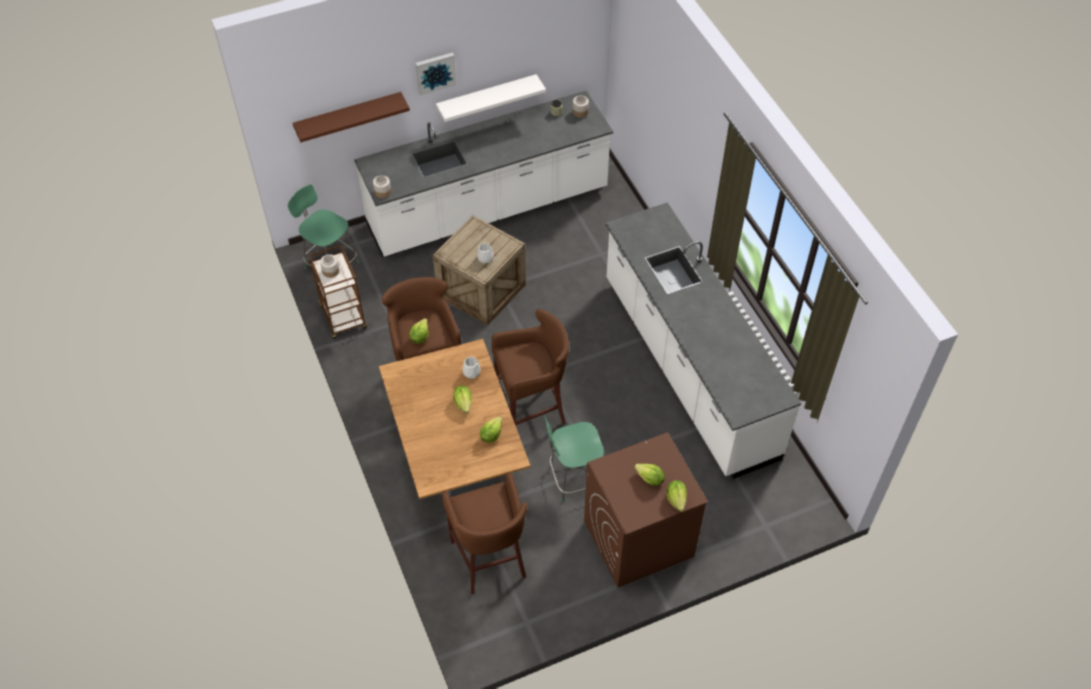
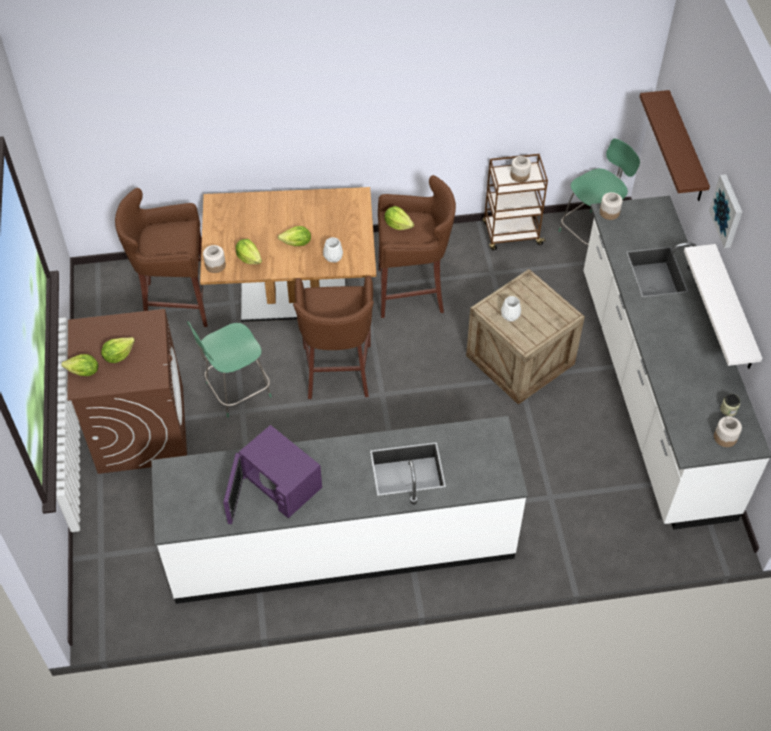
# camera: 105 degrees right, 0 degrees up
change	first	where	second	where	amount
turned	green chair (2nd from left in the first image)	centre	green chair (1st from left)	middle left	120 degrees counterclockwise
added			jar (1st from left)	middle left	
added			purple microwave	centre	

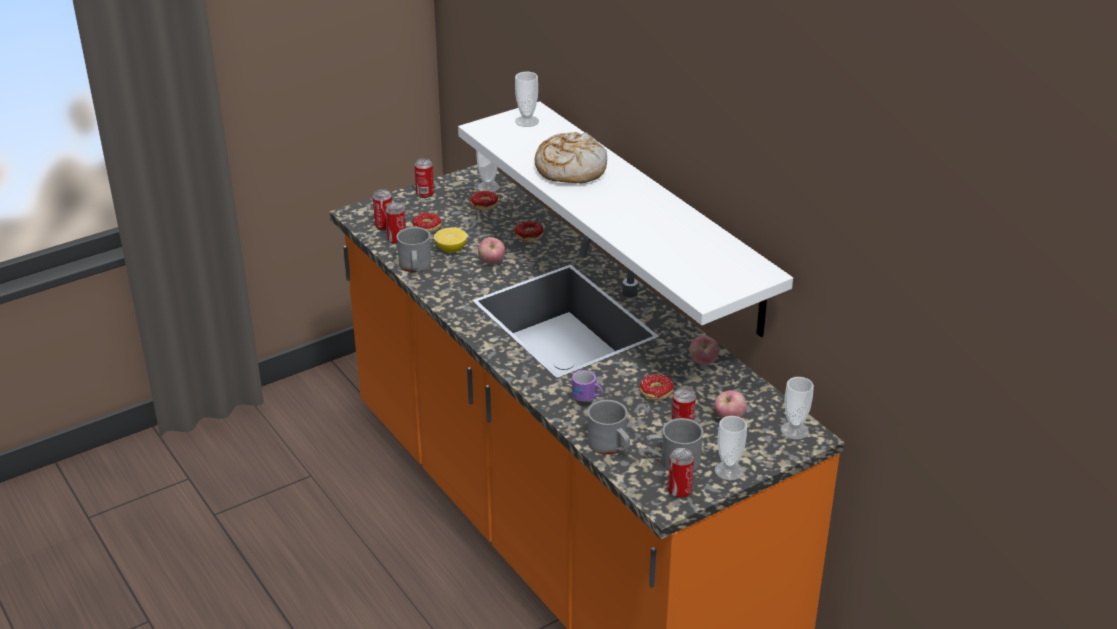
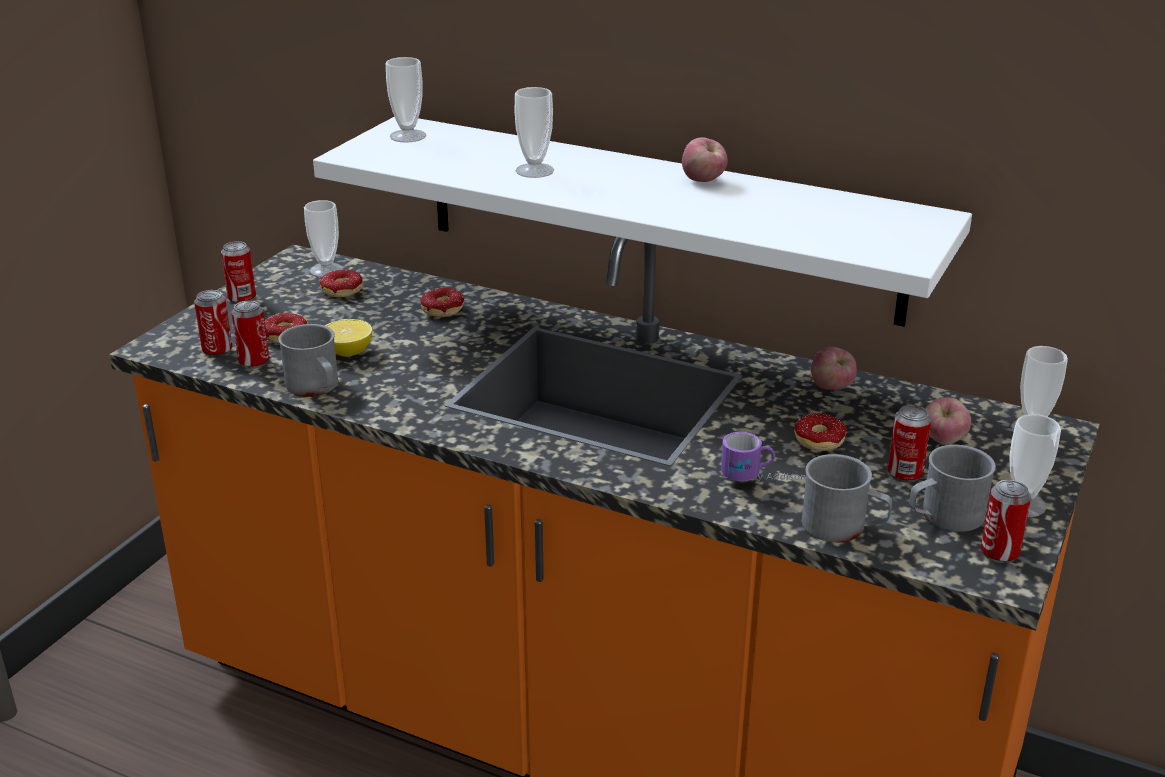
# camera: 30 degrees left, 5 degrees down
change	first	where	second	where	amount
replaced	bread	top centre	cup (3rd from left)	top centre	
moved	apple (1st from left)	centre		top centre	

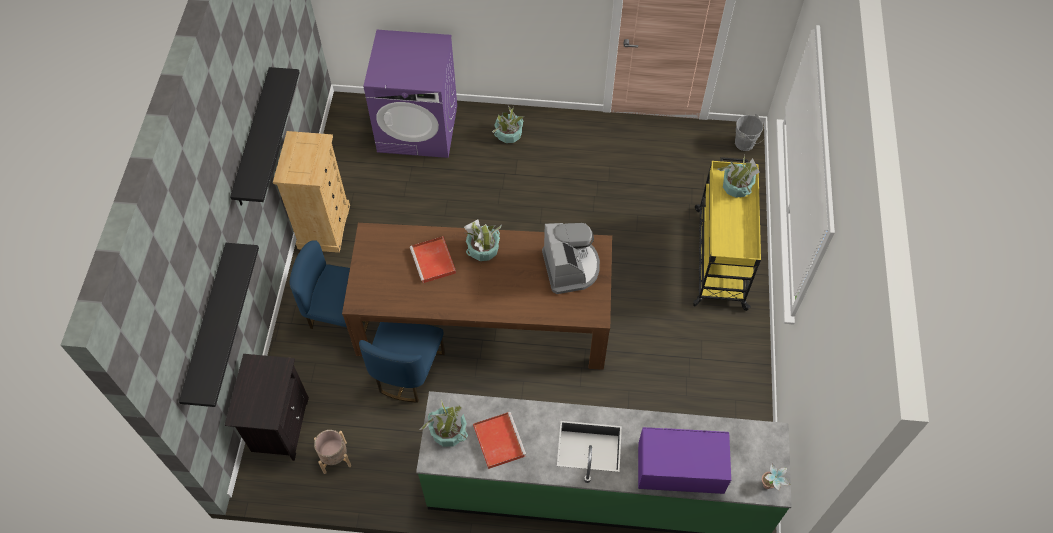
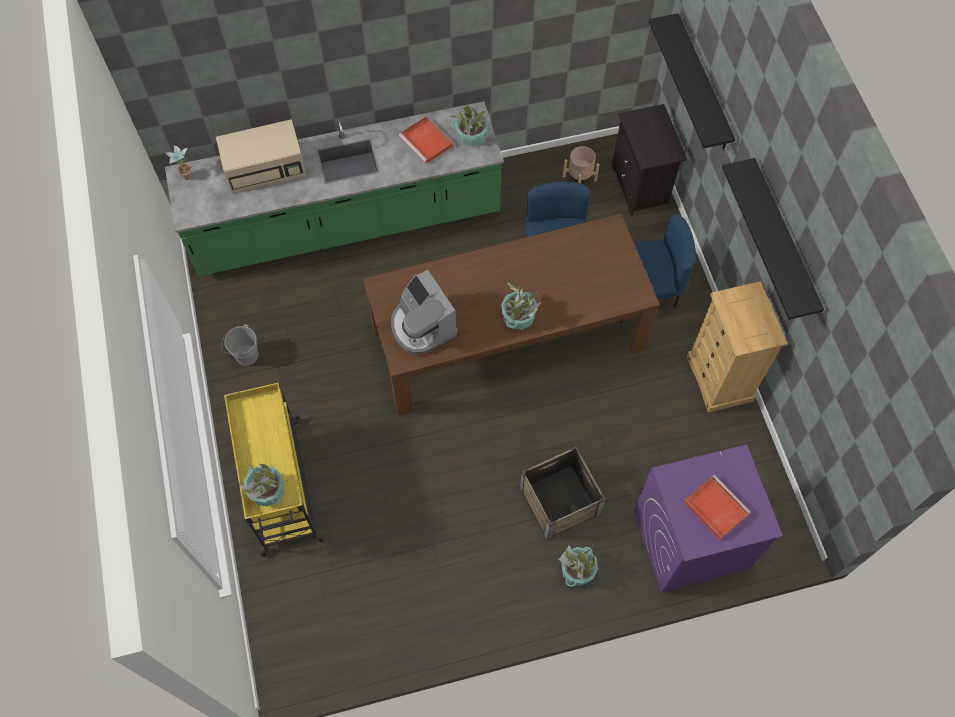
# camera: 160 degrees right, 5 degrees up
change	first	where	second	where	amount
recoloured	purple microwave	bottom centre	beige microwave	top left	
moved	grey bucket	top right		middle left	
added			crate	bottom centre	
moved	red tray (1st from left in the first image)	centre	red tray (2nd from left)	bottom right	

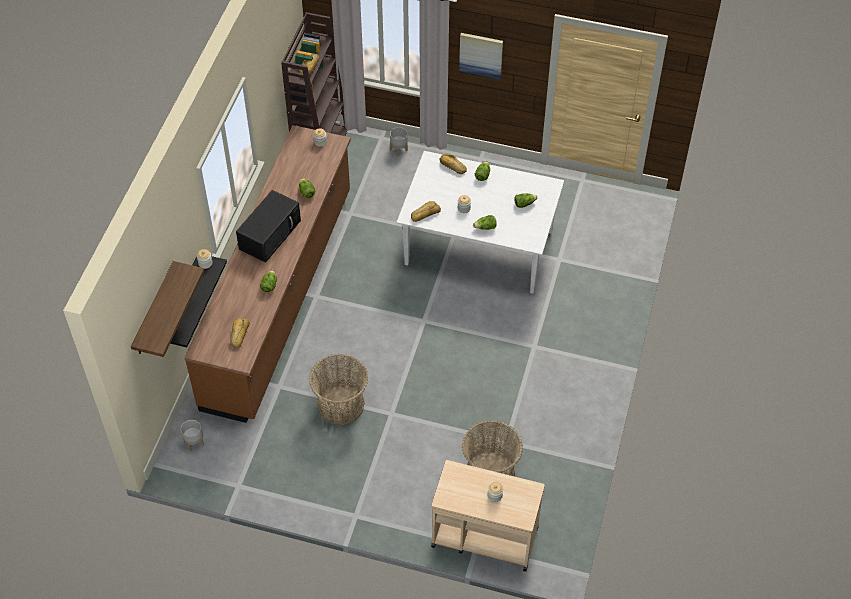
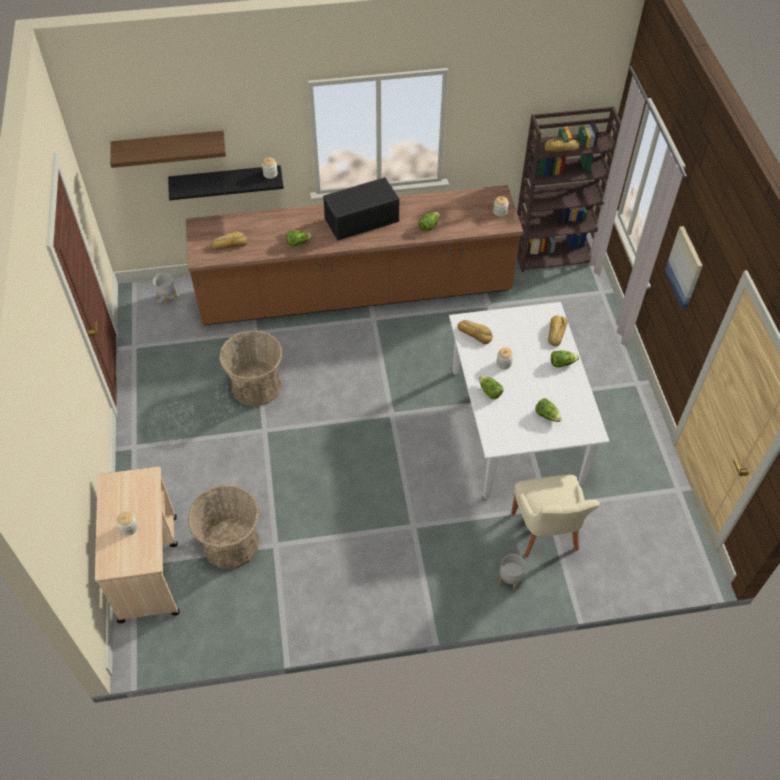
# camera: 65 degrees right, 0 degrees up
change	first	where	second	where	amount
turned	black microwave	middle left		top centre	150 degrees clockwise
moved	grey planter (2nd from left)	top centre		bottom centre	
added			beige chair	middle right	

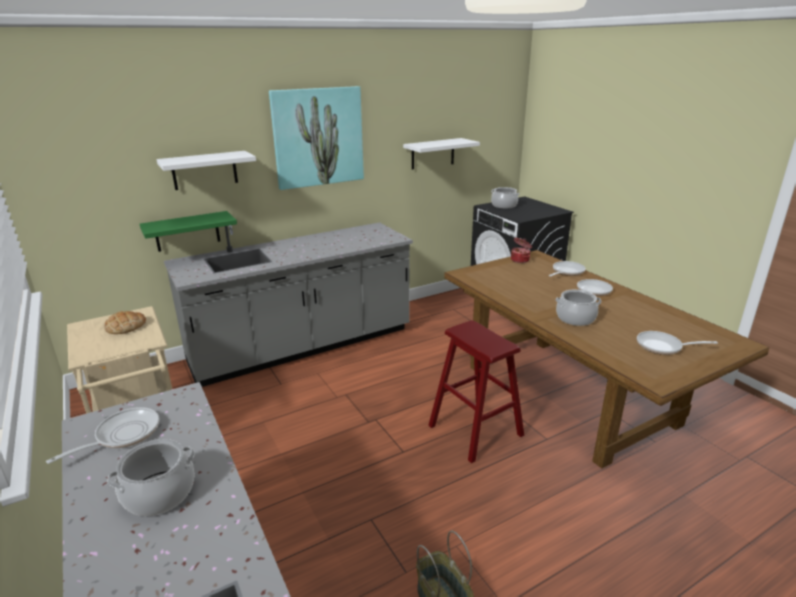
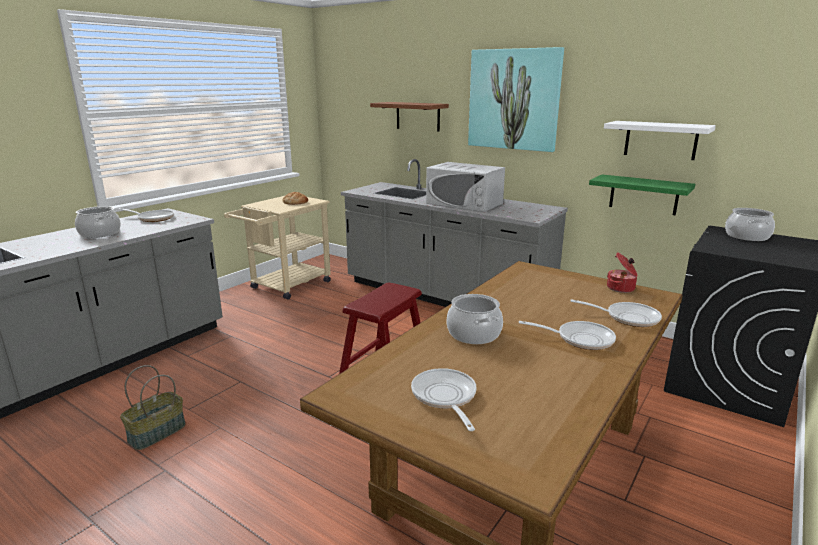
# camera: 65 degrees right, 5 degrees down
change	first	where	second	where	amount
recoloured	white shelf (1st from left)	top left	brown shelf	top centre	
added			white microwave	centre	
moved	green shelf	middle left		middle right	

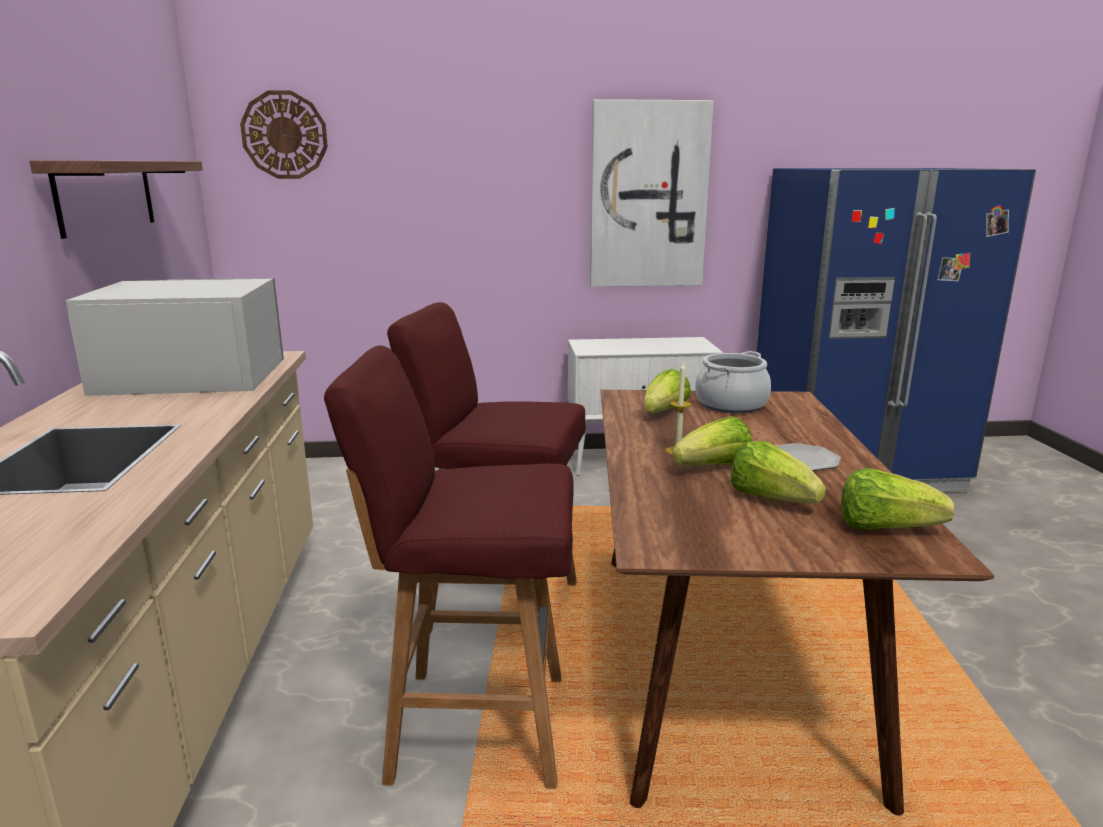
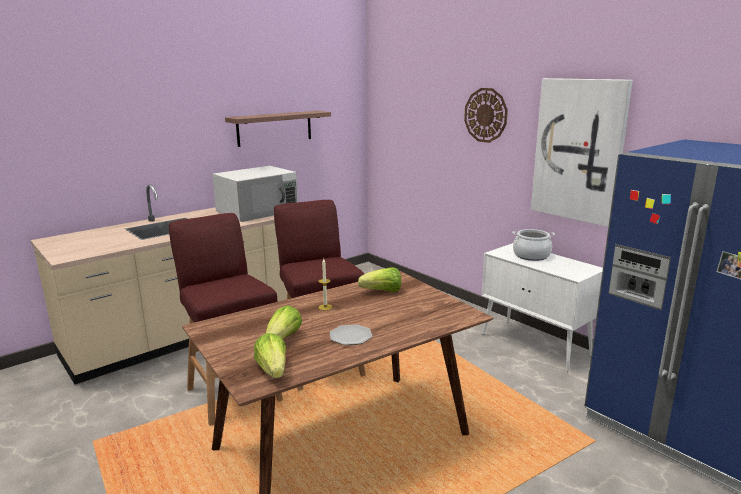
# camera: 55 degrees right, 0 degrees up
change	first	where	second	where	amount
turned	white microwave	middle left		centre	90 degrees clockwise
moved	wall clock	top left		top centre	
moved	cooking pot	centre		middle right	
removed	lettuce (2nd from left)	centre			

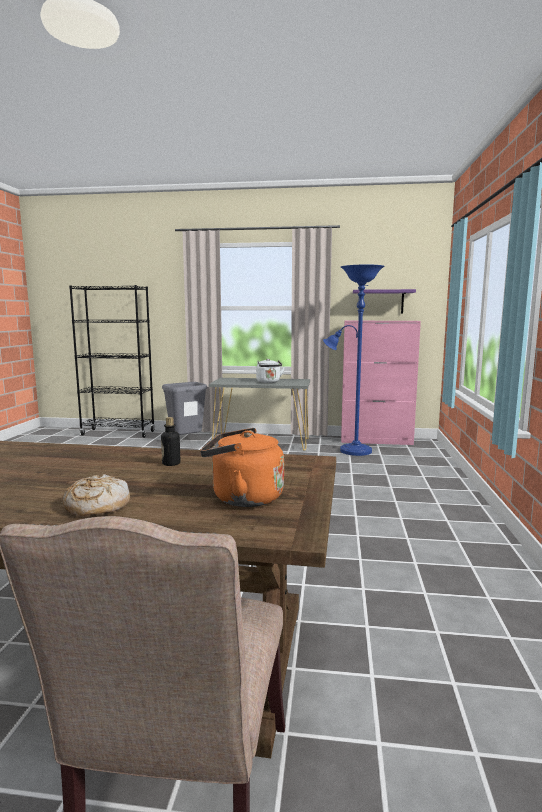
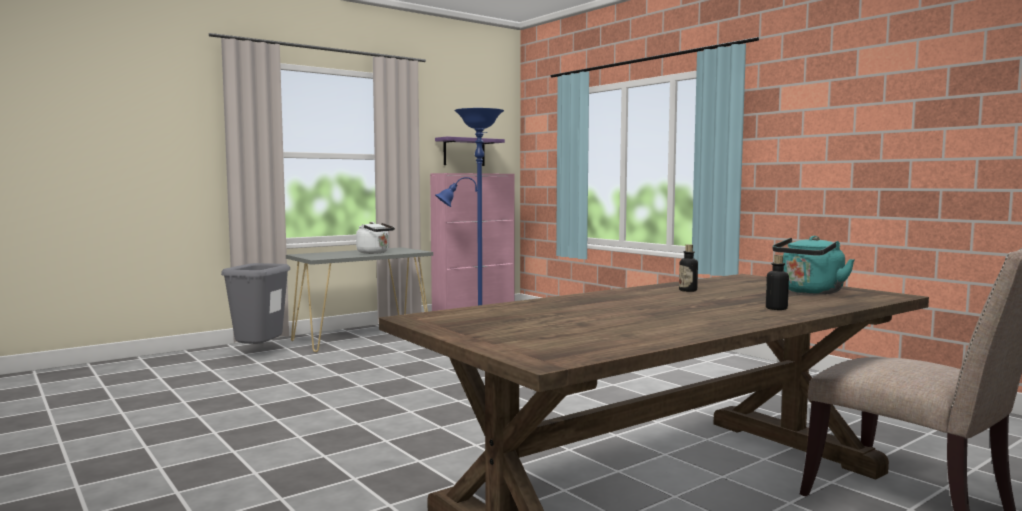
# camera: 45 degrees left, 5 degrees down
change	first	where	second	where	amount
replaced	bread	middle left	bottle (2nd from left)	middle right	
recoloured	orange kettle	centre	turquoise kettle	middle right	
removed	black bookcase	middle left			

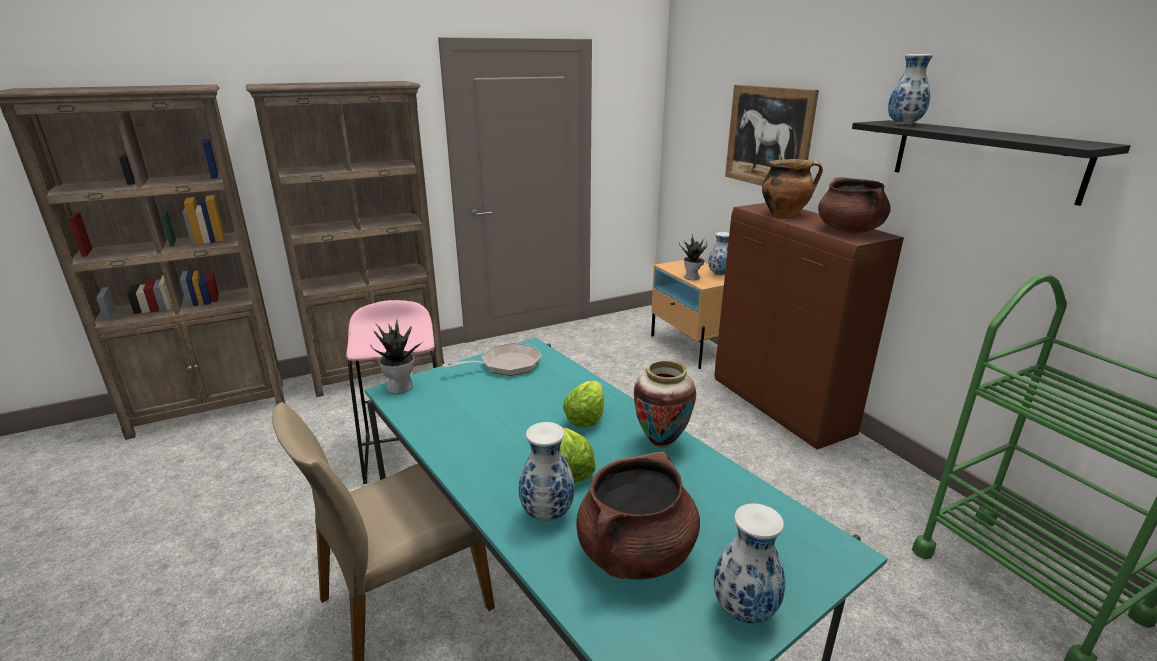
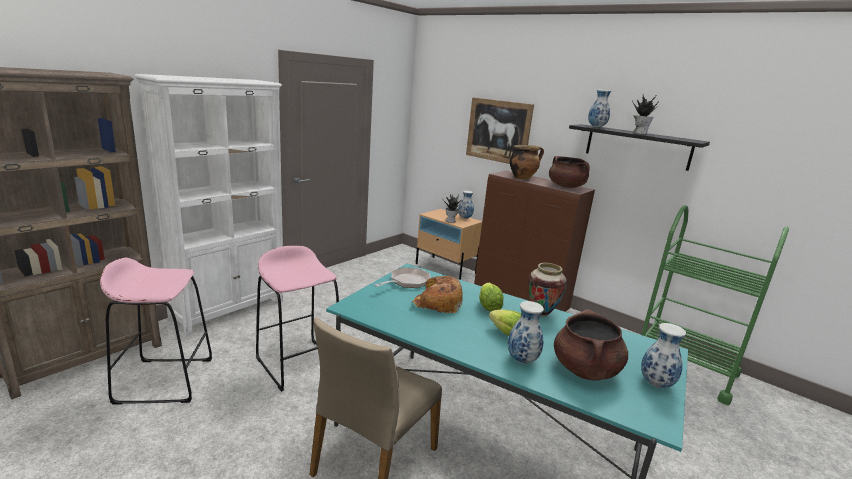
# camera: 25 degrees left, 5 degrees down
change	first	where	second	where	amount
added			pink stool (1st from left)	bottom left	
recoloured	brown bookcase (2nd from left)	middle left	white bookcase	middle left	
added			bread	centre	
moved	potted plant (1st from left in the first image)	centre	potted plant (2nd from left)	top right	

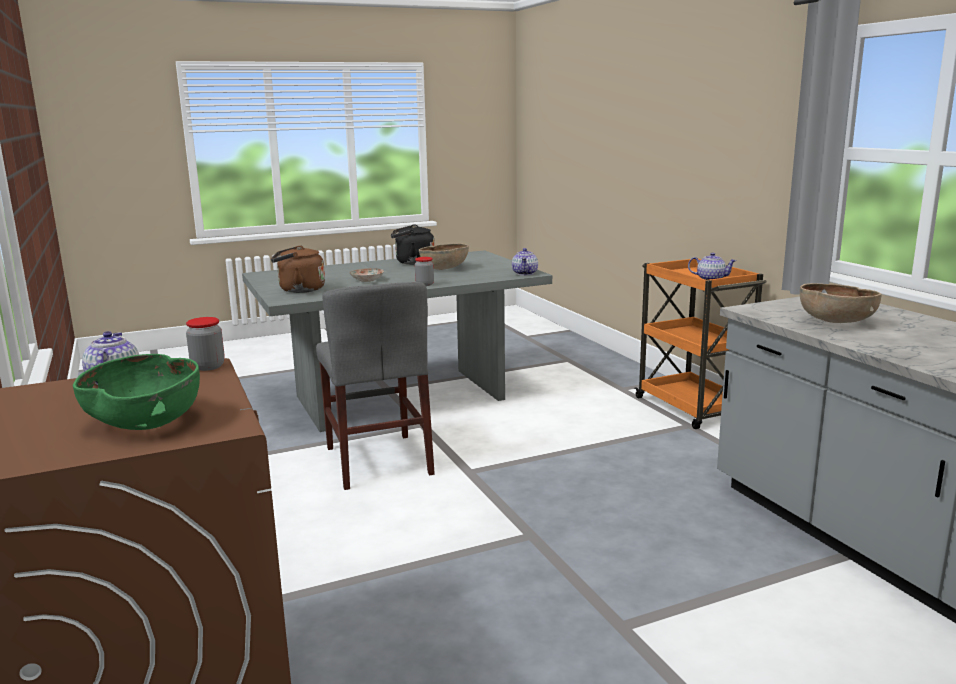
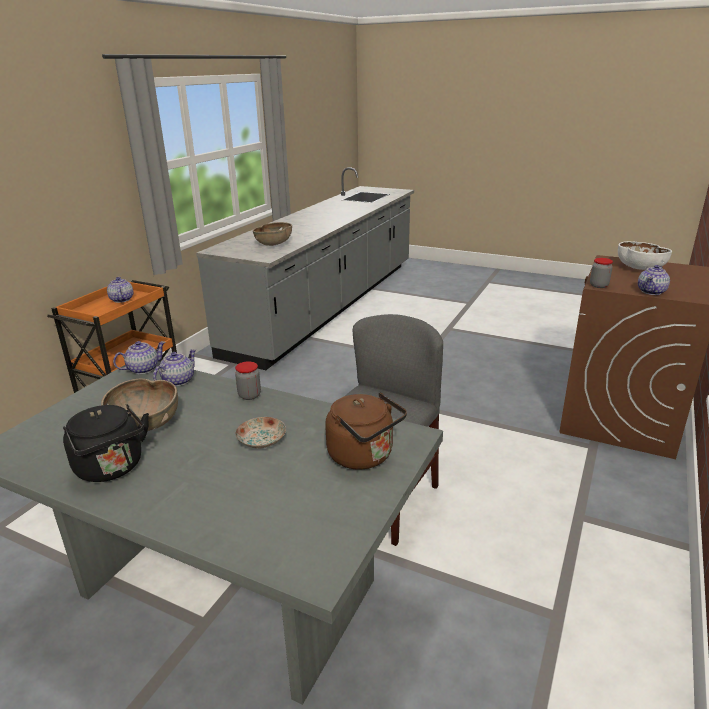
# camera: 130 degrees left, 10 degrees up
change	first	where	second	where	amount
added			teapot (3rd from left)	middle left	
recoloured	green bowl	middle left	white bowl	middle right	

